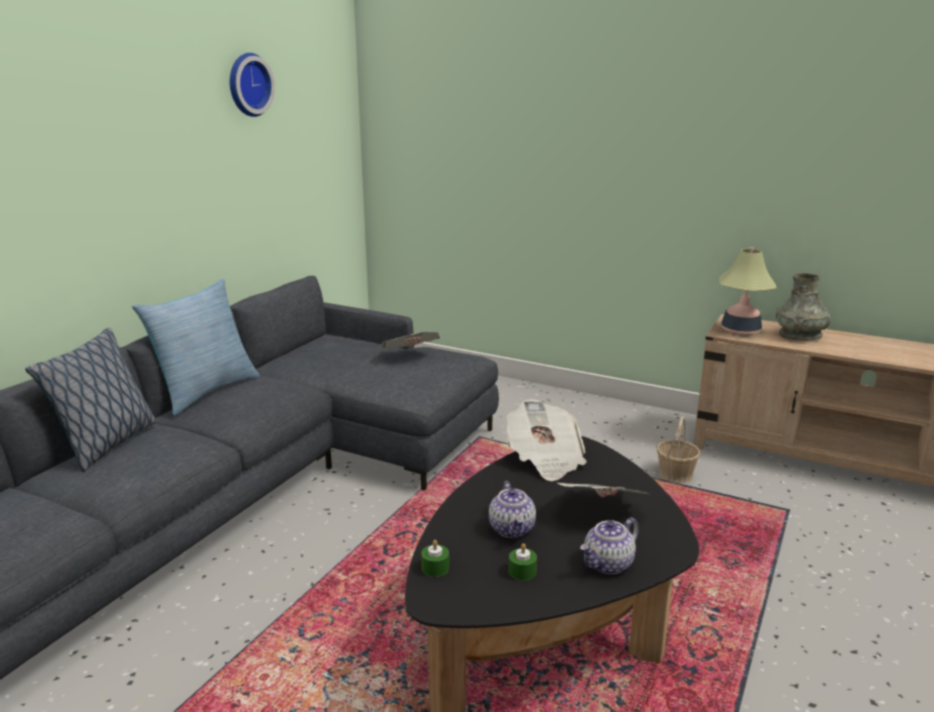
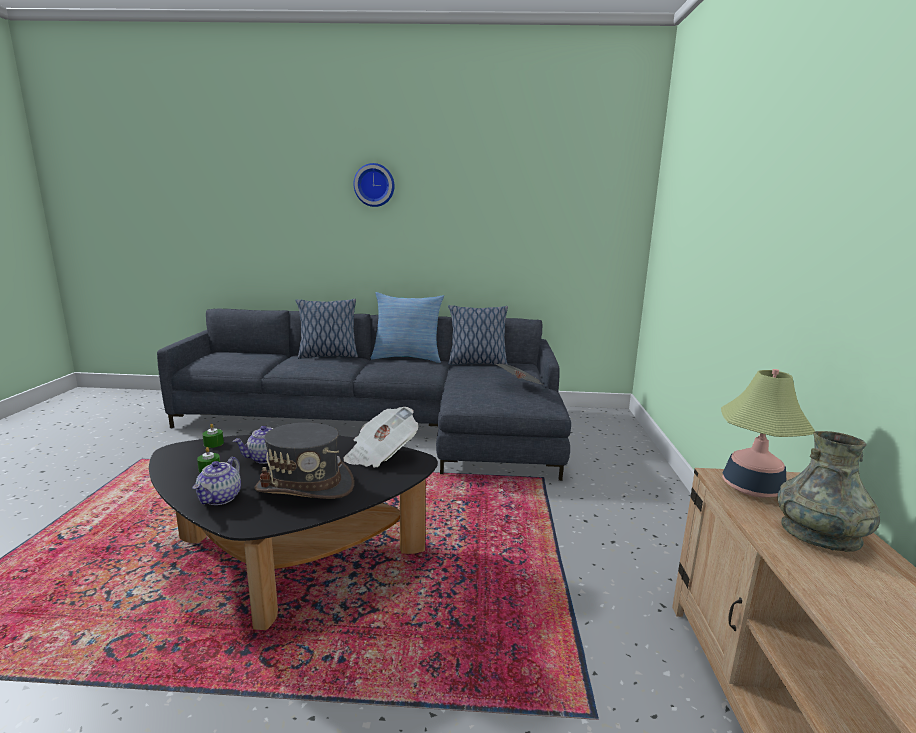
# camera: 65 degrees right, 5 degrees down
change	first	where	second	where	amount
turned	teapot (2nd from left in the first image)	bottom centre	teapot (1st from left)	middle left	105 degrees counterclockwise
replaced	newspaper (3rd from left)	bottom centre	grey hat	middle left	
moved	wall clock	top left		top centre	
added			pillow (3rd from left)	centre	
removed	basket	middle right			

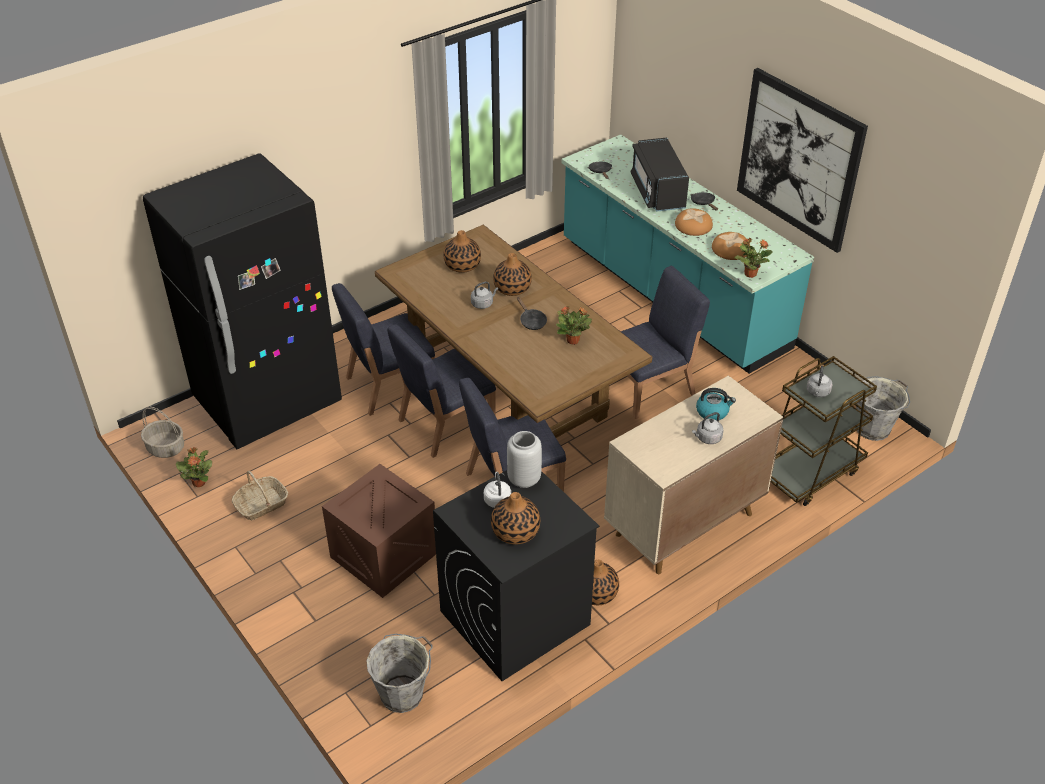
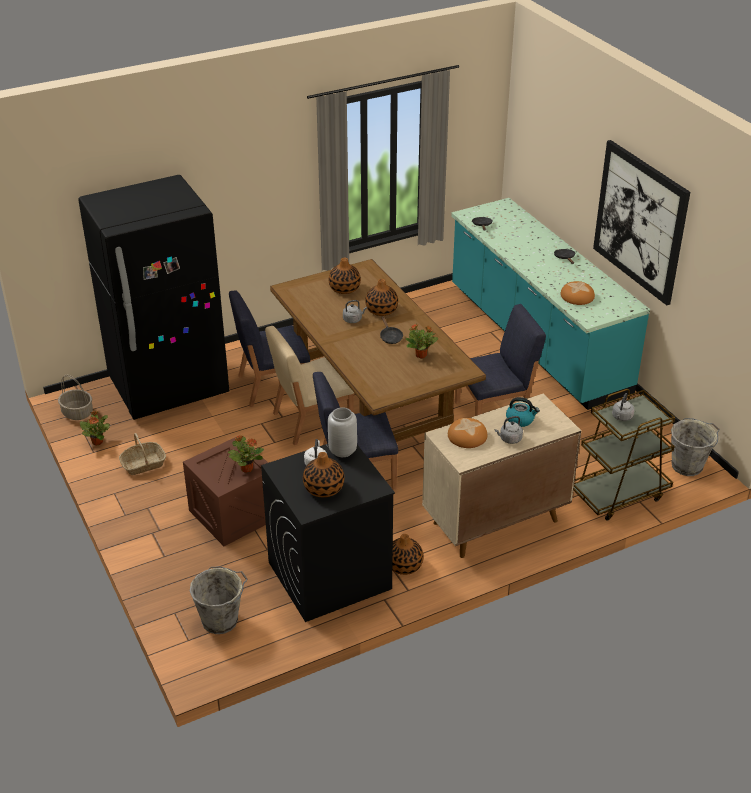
# camera: 10 degrees right, 5 degrees down
change	first	where	second	where	amount
moved	potted plant (3rd from left in the first image)	top right	potted plant (2nd from left)	middle left	
recoloured	blue chair (2nd from left)	centre	beige chair	centre	
moved	bread (1st from left)	top centre		centre	
removed	black microwave	top centre			

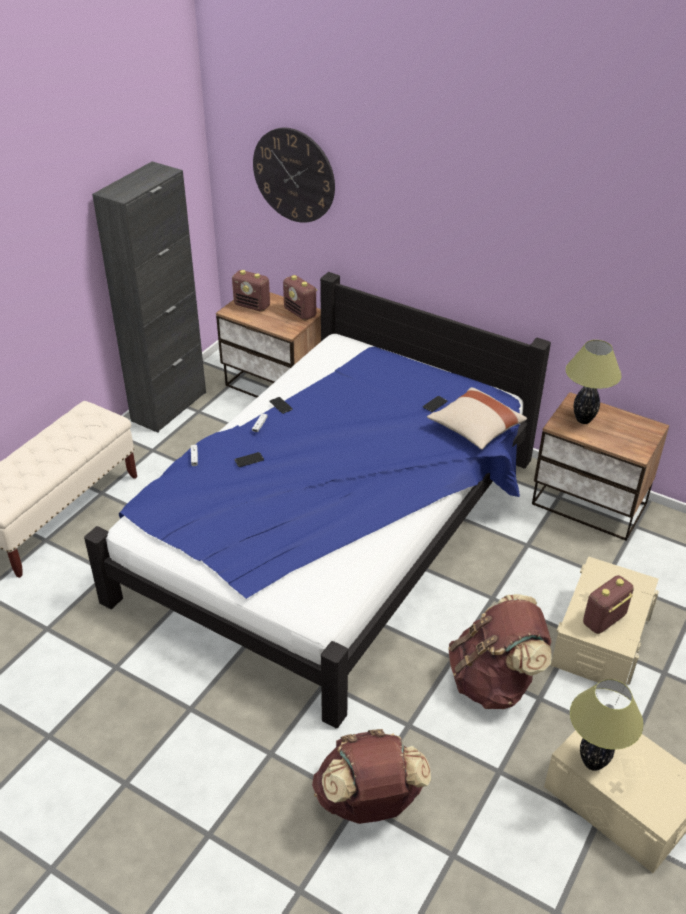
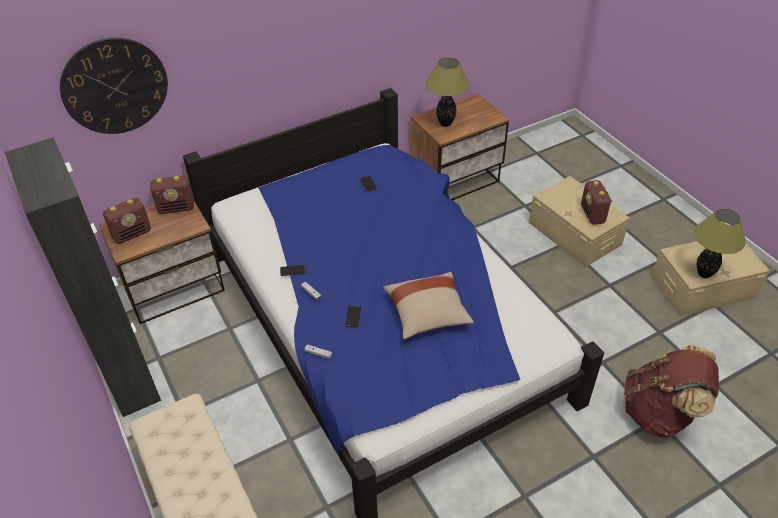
# camera: 60 degrees left, 5 degrees up
change	first	where	second	where	amount
moved	beige pillow	middle right		centre	
removed	brown backpack (2nd from left)	bottom right			

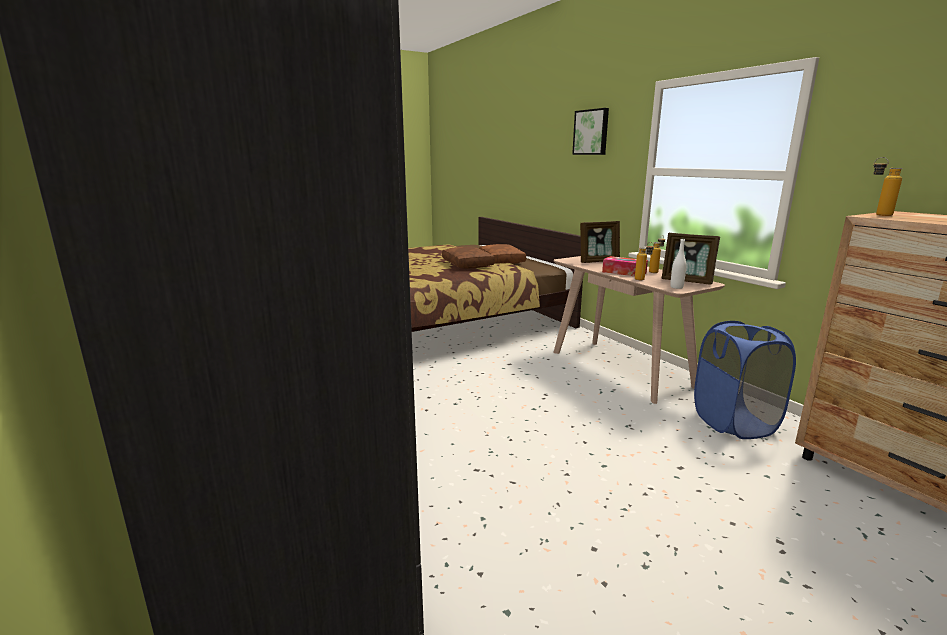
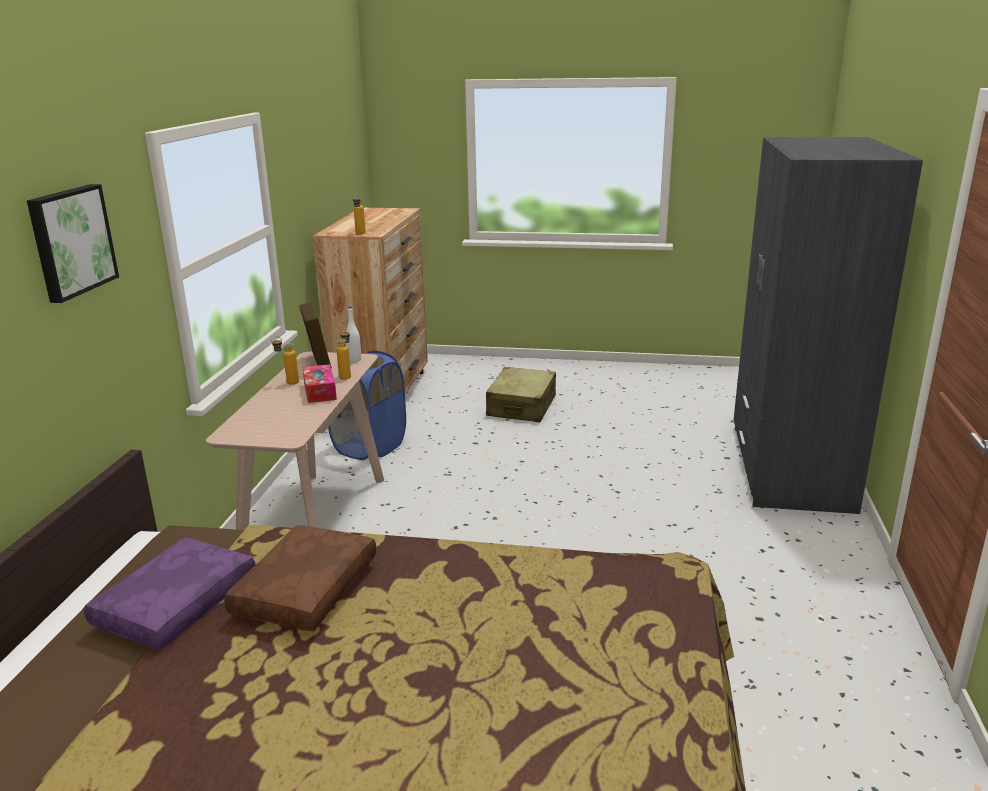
# camera: 140 degrees left, 5 degrees up
change	first	where	second	where	amount
recoloured	brown pillow (2nd from left)	centre	purple pillow	bottom left	
added			beige suitcase	centre	
removed	picture frame (1st from left)	centre			

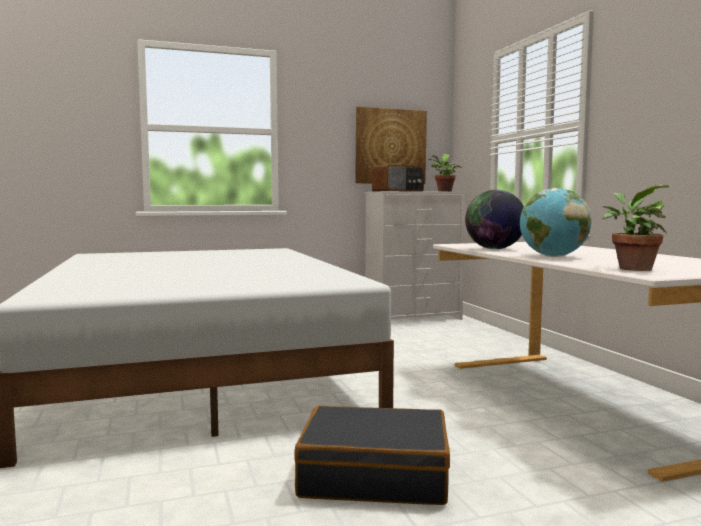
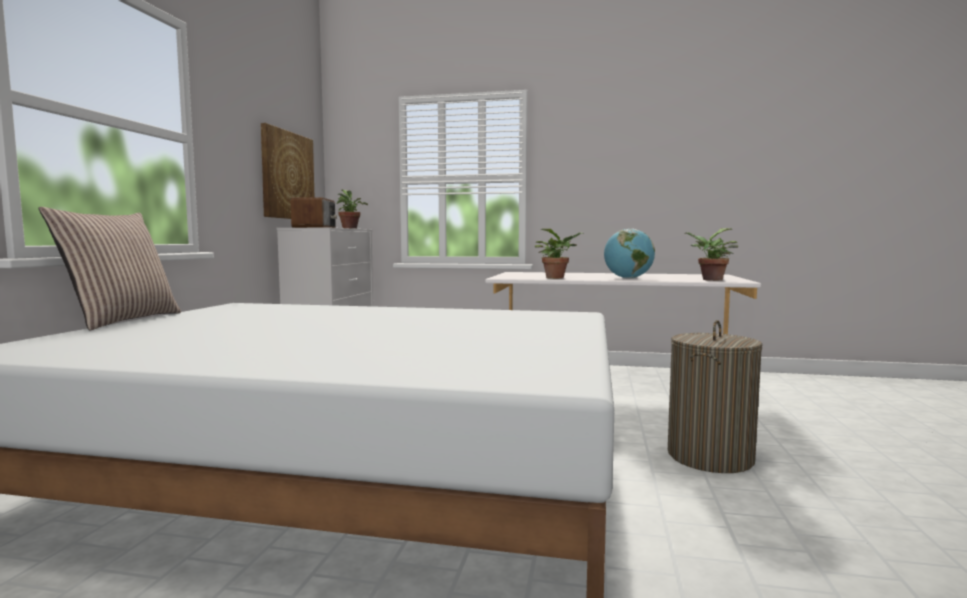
# camera: 60 degrees left, 0 degrees up
change	first	where	second	where	amount
added			pillow	middle left	
replaced	globe (1st from left)	middle right	potted plant (2nd from left)	centre	
replaced	black suitcase	bottom centre	laundry basket	middle right	

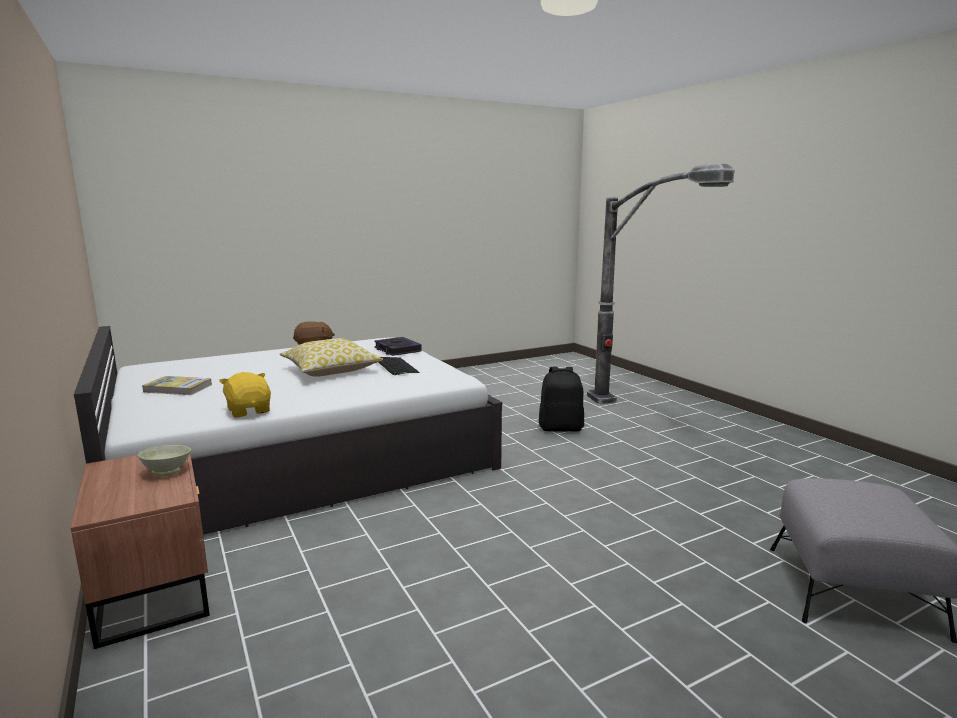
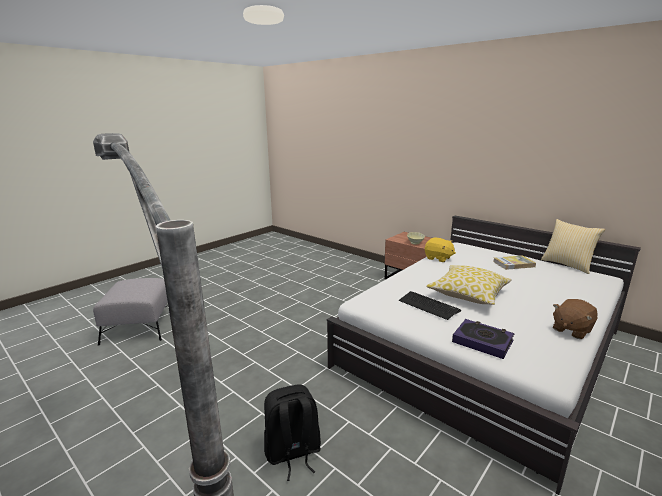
# camera: 160 degrees right, 5 degrees up
change	first	where	second	where	amount
added			pillow (2nd from left)	middle right	

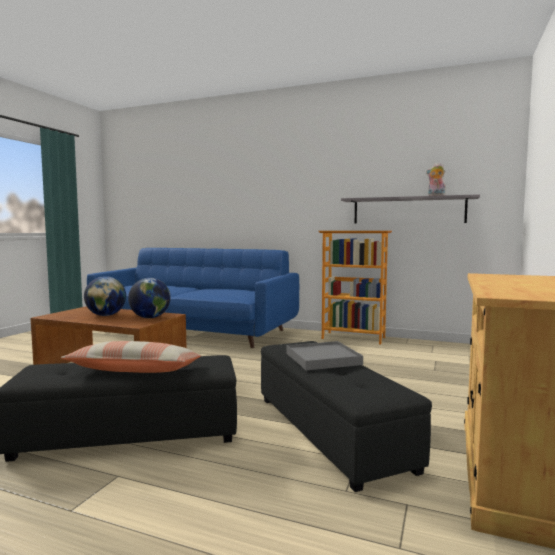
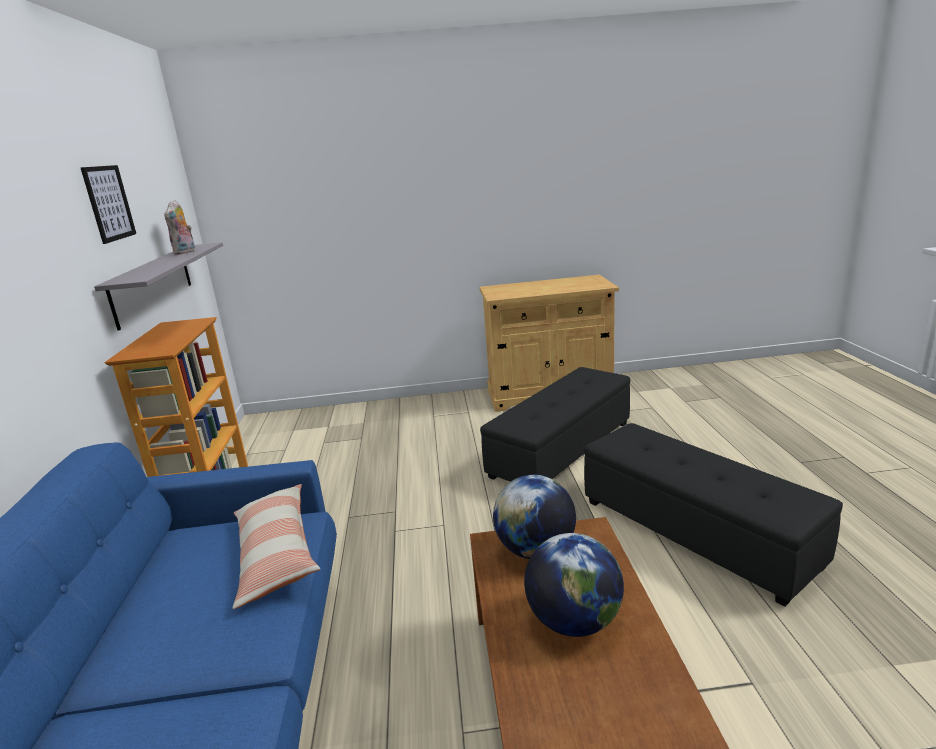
# camera: 115 degrees left, 15 degrees up
change	first	where	second	where	amount
added			picture	top left	
moved	pillow	middle left		bottom left	
removed	grey tray	centre			

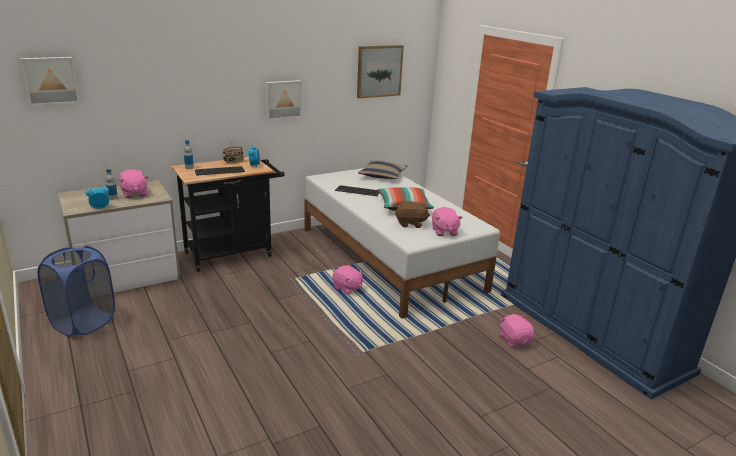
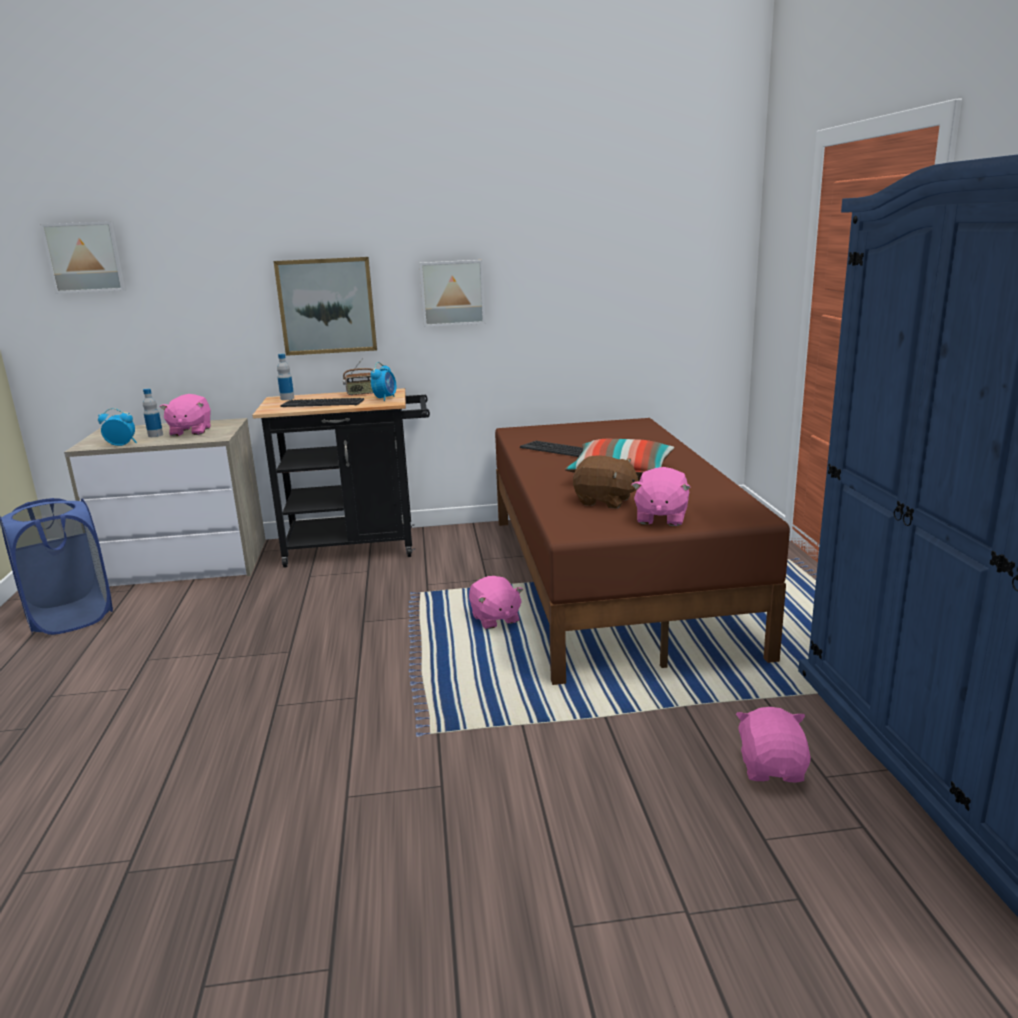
# camera: 25 degrees right, 5 degrees down
change	first	where	second	where	amount
moved	picture (3rd from left in the first image)	top centre	picture (2nd from left)	top left	
recoloured	white bed	centre	brown bed	centre	
removed	pillow (1st from left)	centre			

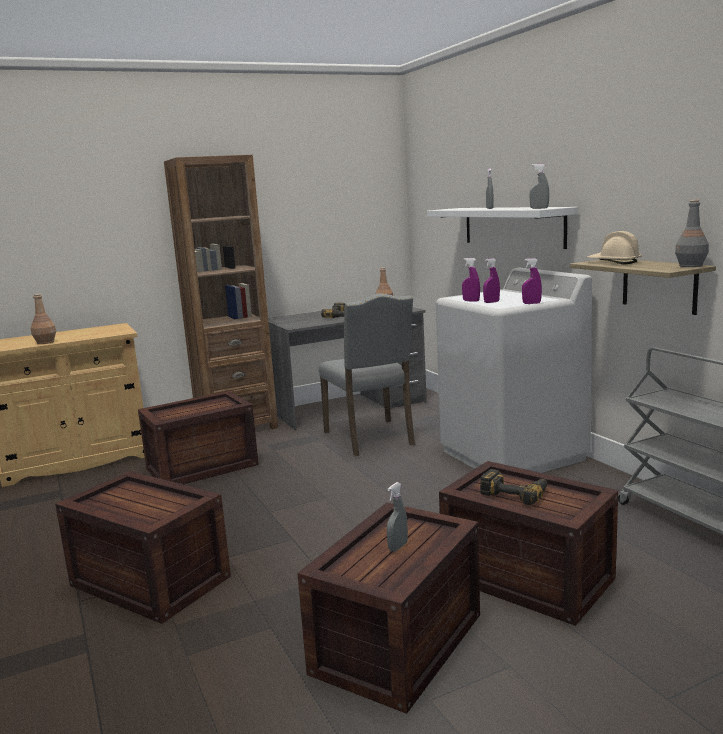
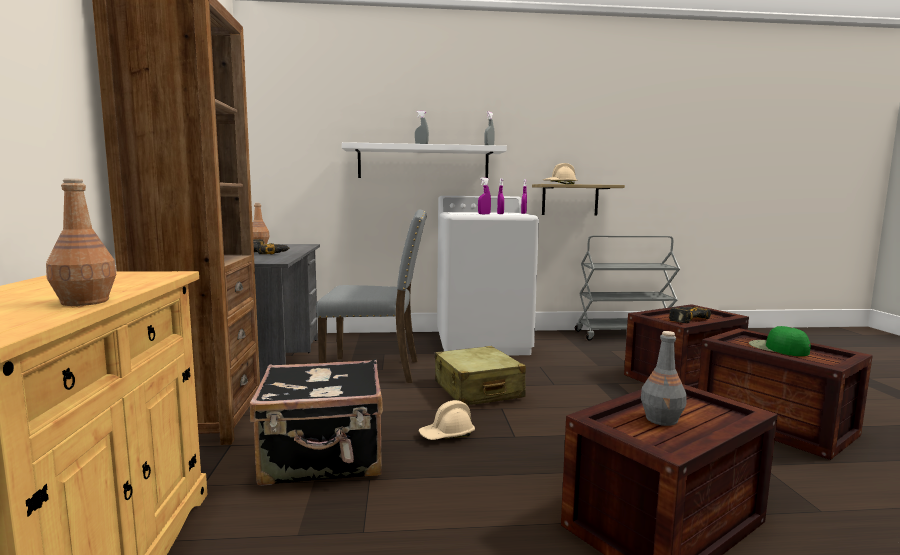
# camera: 70 degrees left, 5 degrees down
change	first	where	second	where	amount
replaced	crate (2nd from left)	middle left	black suitcase	bottom centre	
added			beige hard hat (1st from left)	bottom centre	
added			beige suitcase	bottom centre	
moved	grey bottle	top right		bottom right	
replaced	grey spray bottle (1st from left)	bottom centre	green cap	middle right	

